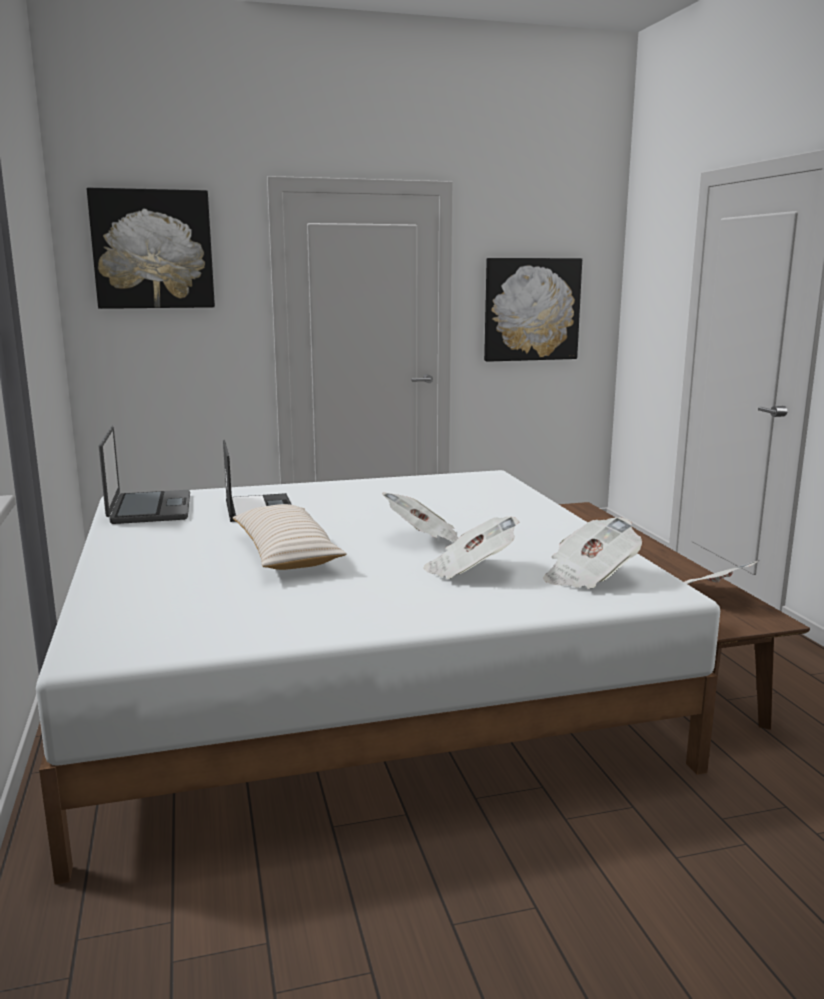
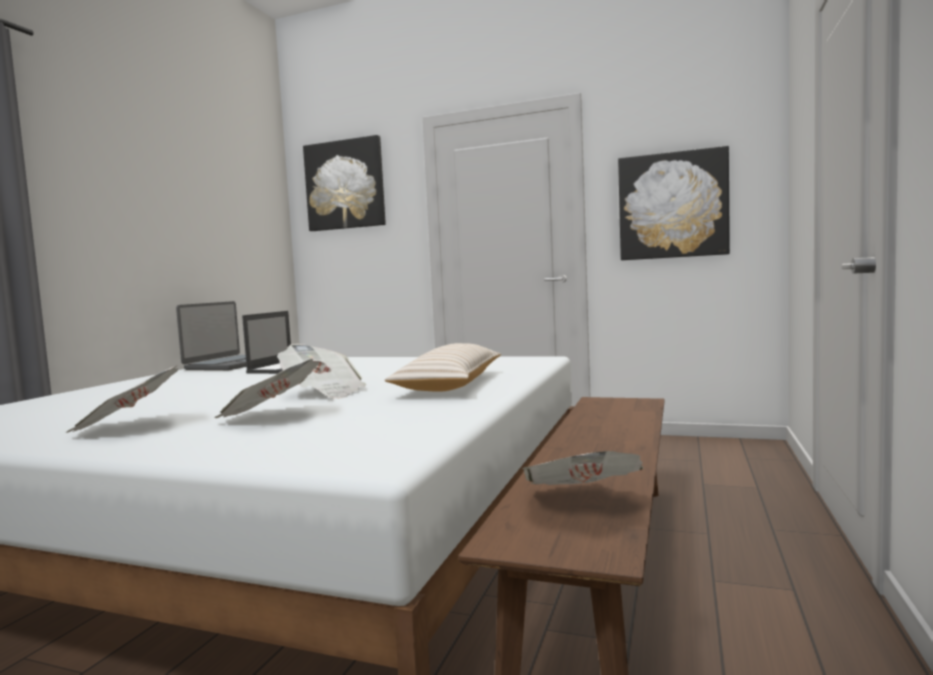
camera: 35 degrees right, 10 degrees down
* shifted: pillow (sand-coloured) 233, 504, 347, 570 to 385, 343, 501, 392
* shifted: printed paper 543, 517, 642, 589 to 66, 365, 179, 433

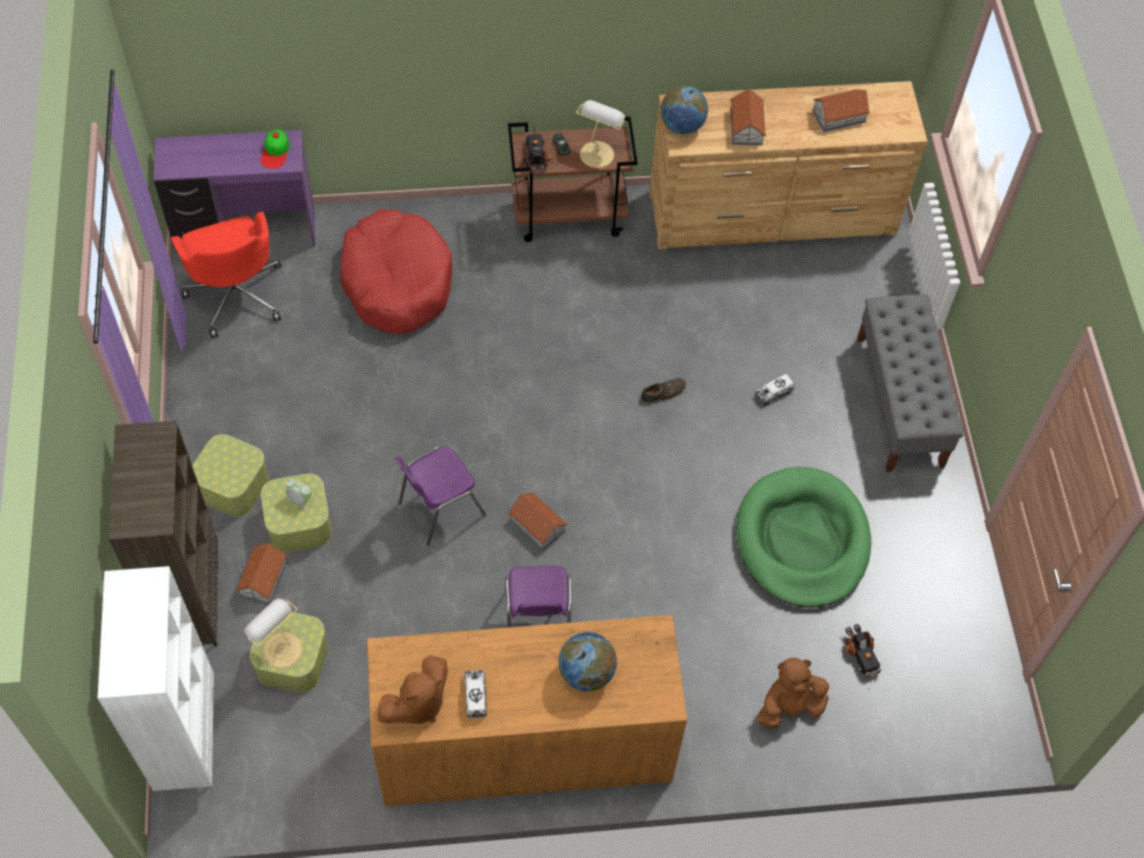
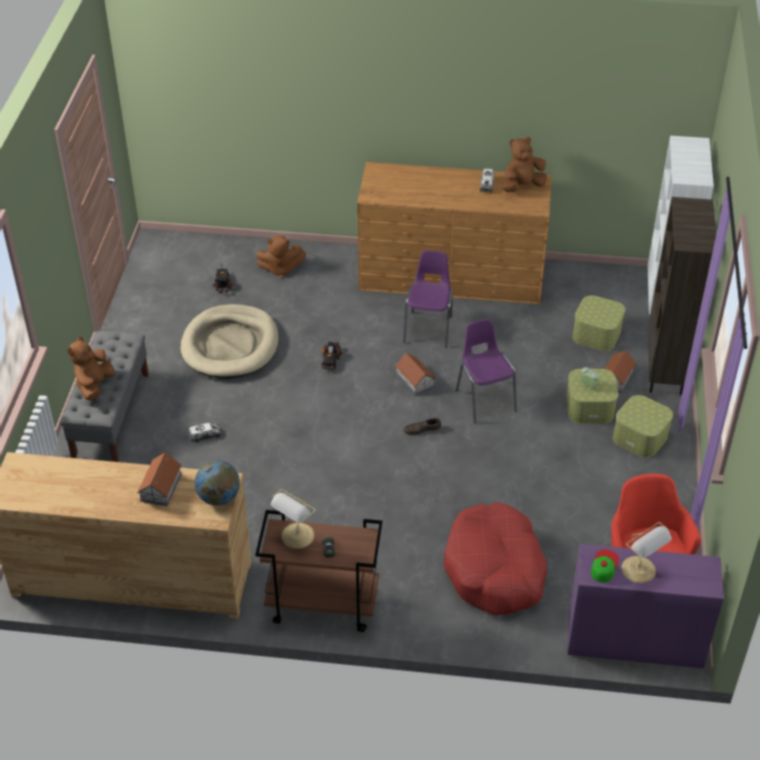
camera: 165 degrees left, 15 degrees down
* gone: toy house 812, 89, 870, 132
* shifted: model truck 522, 127, 551, 174 to 321, 341, 343, 370
* shifted: shoe (brownish) 641, 378, 686, 403 to 403, 418, 441, 436
* rotated: upright chair (purple) 395, 446, 486, 546 = 456, 319, 517, 424 90 degrees counterclockwise
* repainted: pet bed (greenish) 736, 467, 871, 607 to pet bed (sand-coloured) 180, 304, 279, 379
* shifted: tabletop lamp 244, 599, 302, 669 to 621, 522, 672, 583
* gone: world globe 559, 632, 617, 691
* new: cuddly toy (brownish) 68, 337, 115, 400

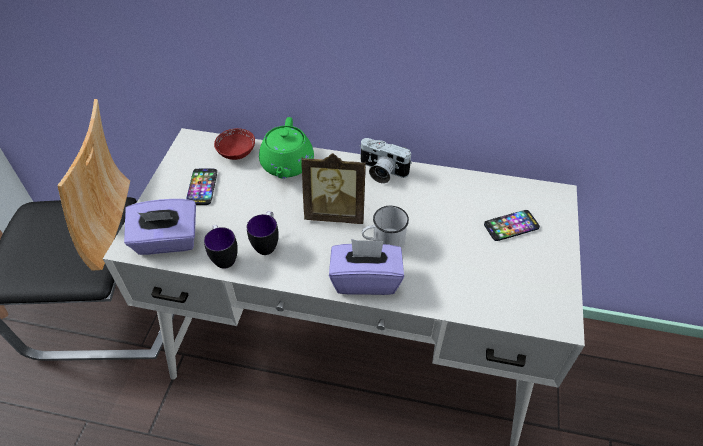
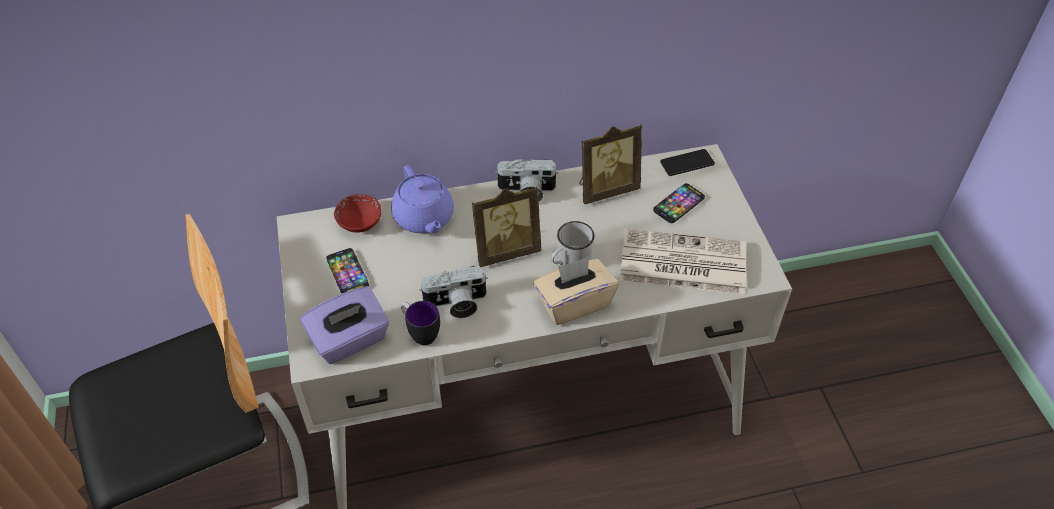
camera: 25 degrees left, 0 degrees up
* repainted: pot for tea (greenish) 259, 117, 314, 179 to pot for tea (purple) 391, 165, 454, 234
* swapped: coffee mug 247, 211, 279, 255 to photo camera 419, 266, 488, 318
* repainted: tissue holder (purple) 329, 239, 404, 295 to tissue holder (sand-coloured) 533, 257, 619, 325
* new: photo frame 579, 124, 642, 204
* new: handset 660, 149, 715, 176
* new: printed paper 619, 229, 746, 295

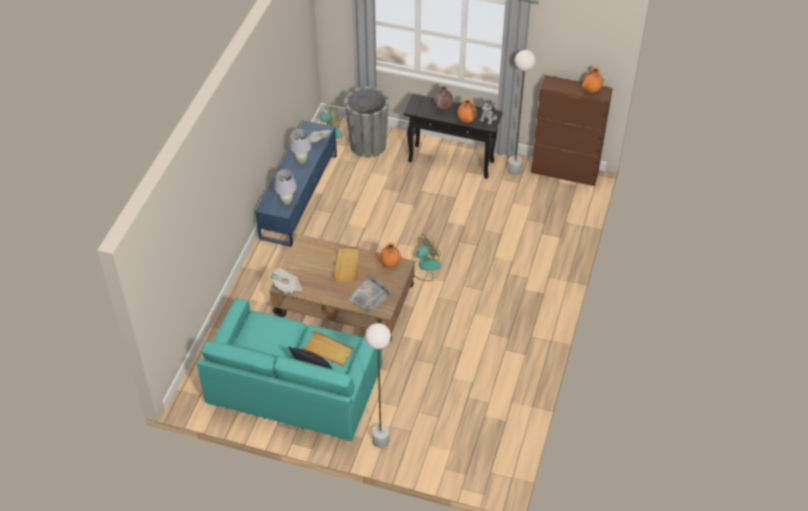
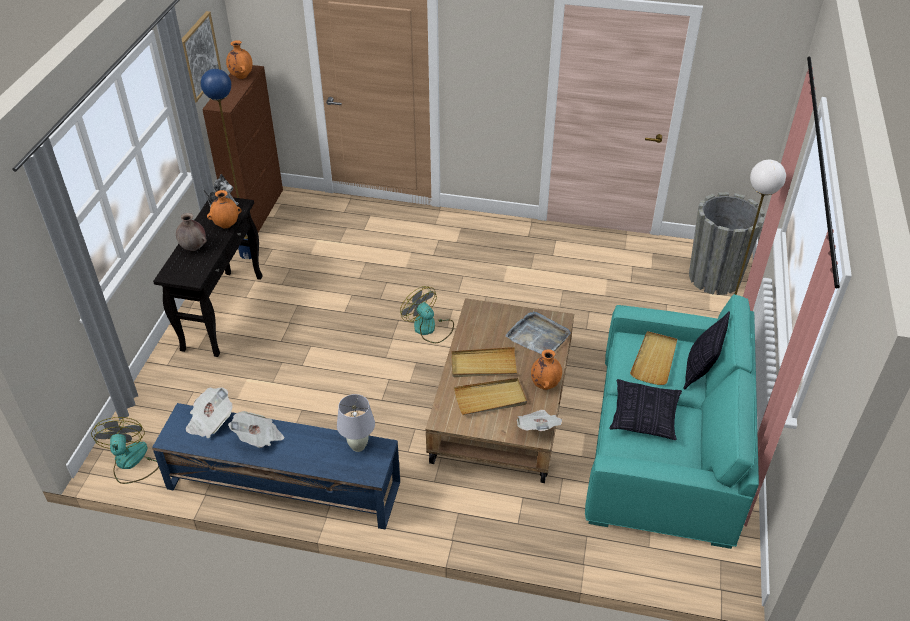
camera: 95 degrees left, 5 degrees down
* repainted: standing lamp (white-coloured) 508, 50, 536, 176 to standing lamp (blue) 201, 69, 252, 259
* shifted: plant pot (greyish) 345, 86, 389, 158 to 689, 192, 765, 295
* swapped: tabletop lamp (white-coloured) 290, 129, 311, 164 to printed paper 228, 411, 284, 448
* shifted: flower vase (orangey) 378, 243, 403, 268 to 531, 349, 562, 390
* new: picture 182, 11, 221, 102
* new: carrying tray (sand-coloured) 454, 378, 527, 415
* new: pillow 609, 379, 682, 440

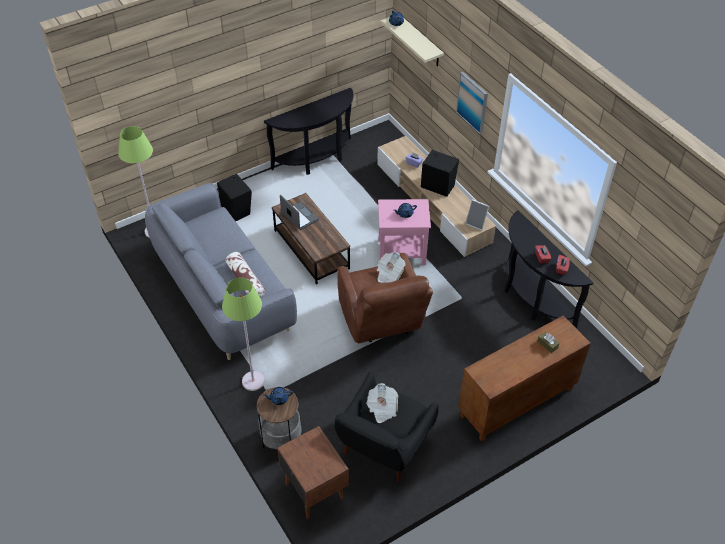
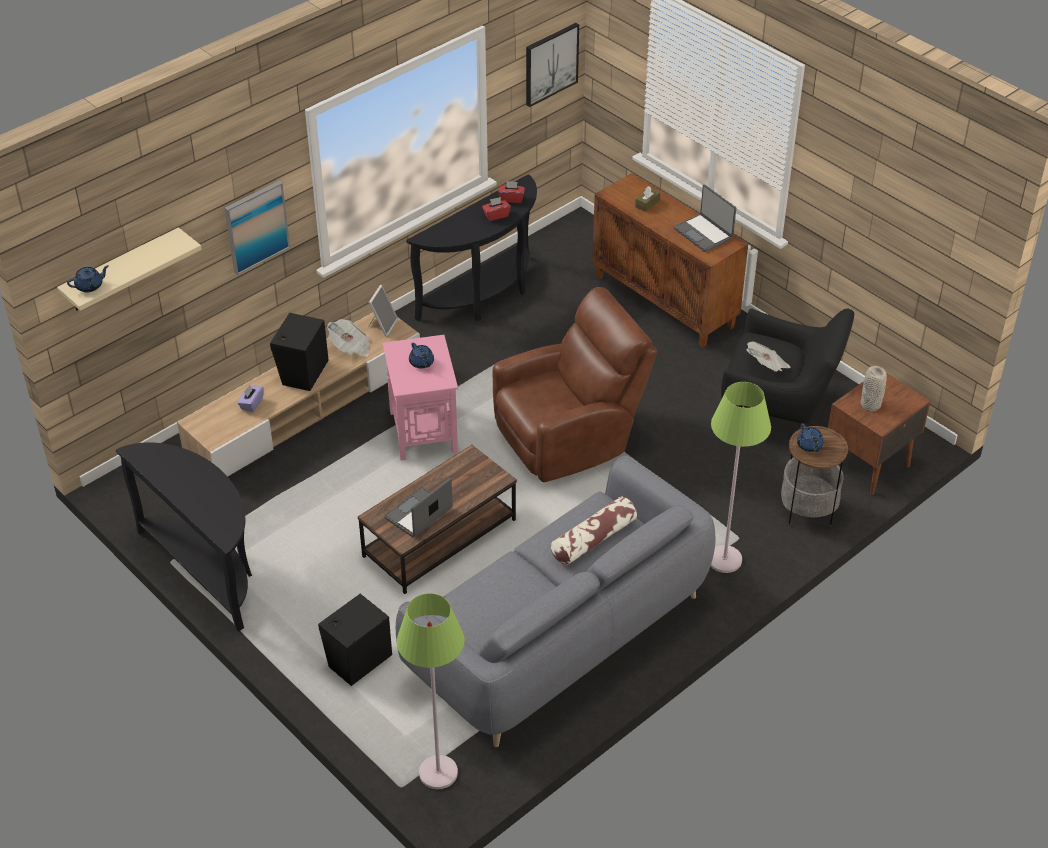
camera: 100 degrees left, 5 degrees down
* shifted: printed paper 377, 252, 406, 283 to 327, 319, 370, 357
* new: picture 526, 23, 579, 107
* new: notebook computer 674, 184, 736, 252
* new: flower vase (greyish) 861, 366, 887, 411

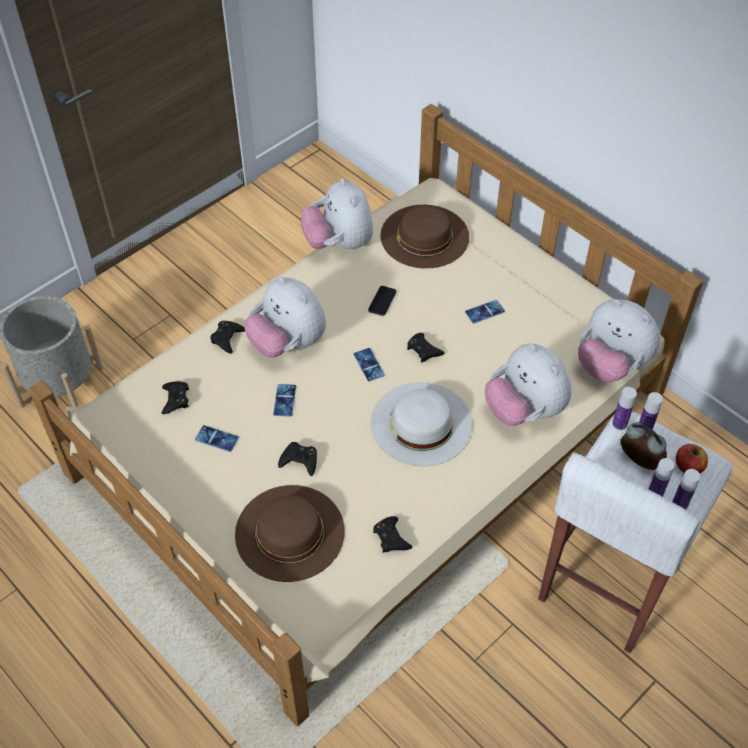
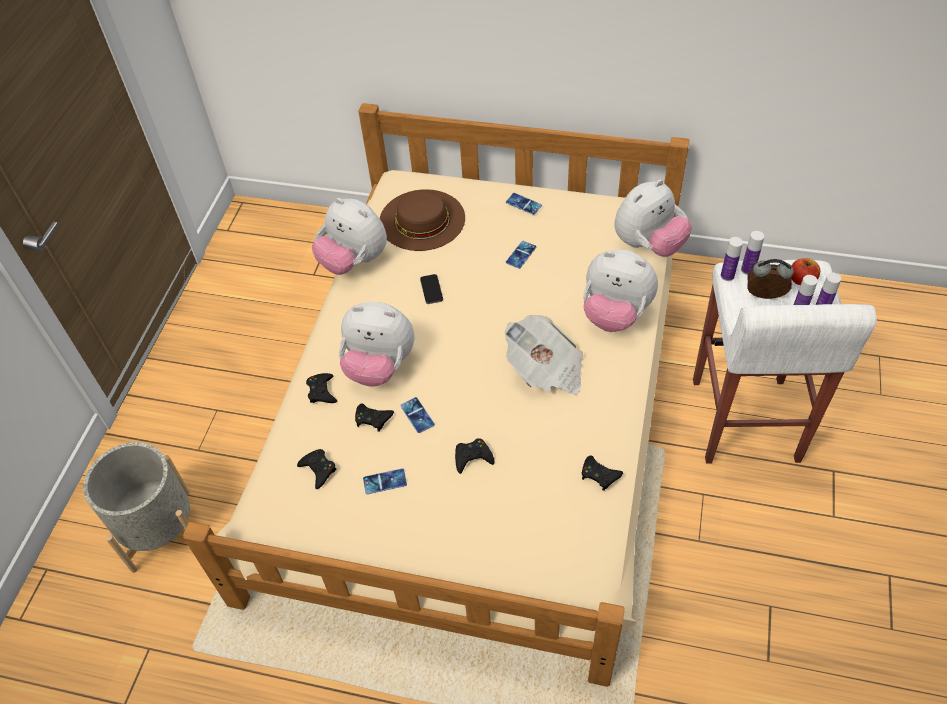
camera: 30 degrees left, 0 degrees up
* rotated: cuddly toy 578, 299, 660, 382 = 614, 179, 692, 257 45 degrees counterclockwise
* shifted: joypad (blackish) 407, 333, 444, 362 to 355, 403, 394, 432
* shifted: handset 354, 348, 385, 382 to 506, 193, 542, 215
* swapped: wearable hat (white-coloured) 371, 382, 473, 467 to printed paper 505, 315, 583, 395
* gone: wearable hat (brownish) 235, 485, 345, 582

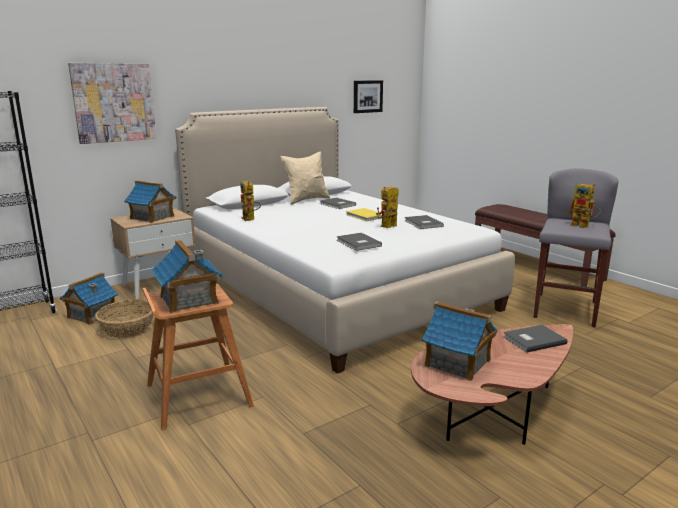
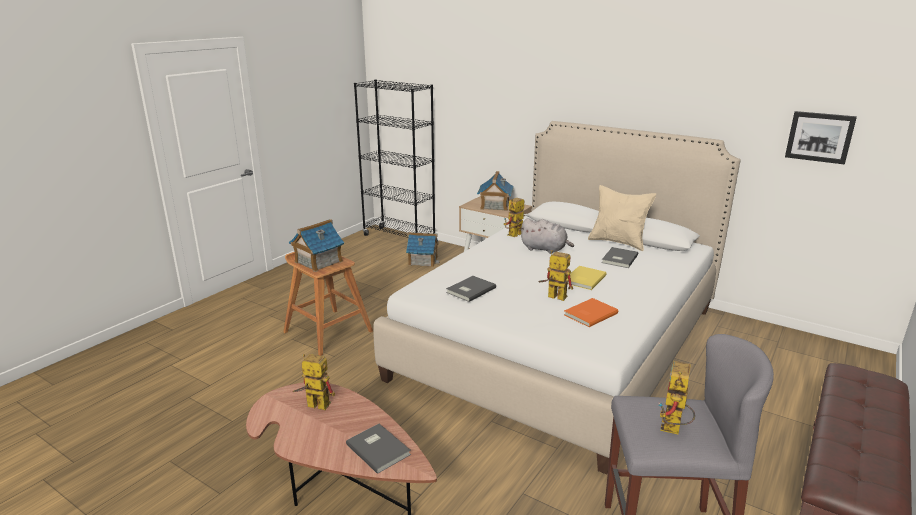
camera: 70 degrees right, 5 degrees up
* gone: picture 68, 63, 156, 144
* repainted: bound book (greyish) 404, 215, 444, 229 to bound book (orangey) 564, 298, 618, 327
* gone: storage basket 95, 300, 154, 338
* swapped: toy house 422, 302, 498, 381 to model robot 293, 354, 335, 410
* new: cuddly toy (greyish) 520, 218, 574, 254

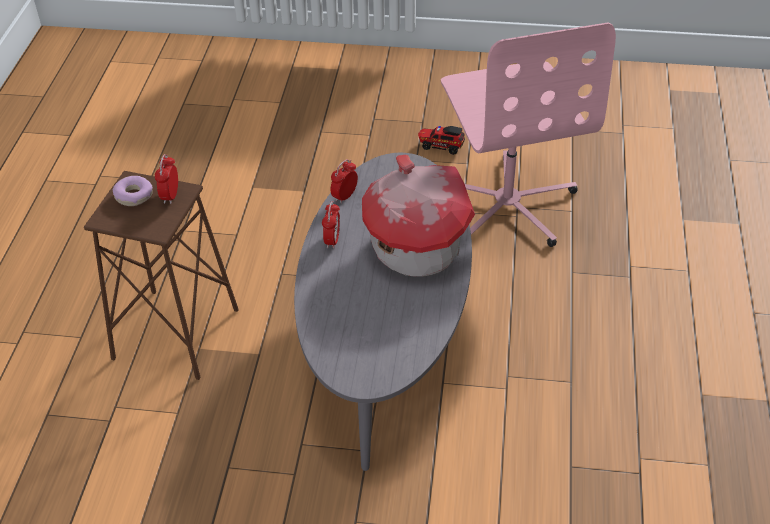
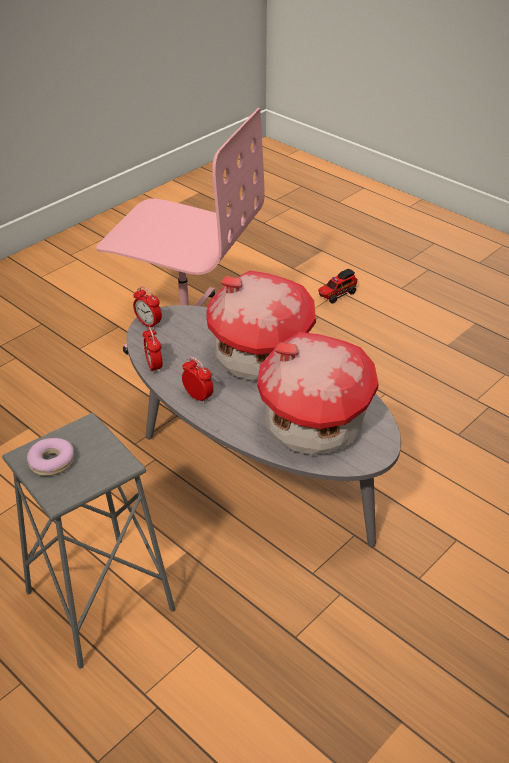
camera: 55 degrees left, 5 degrees down
* shifted: model truck 418, 126, 465, 155 to 318, 269, 357, 304
* shifted: table clock 155, 154, 178, 204 to 133, 286, 162, 329
* repainted: stool (brownish) 84, 171, 239, 380 to stool (greyish) 2, 413, 175, 669
* new: toy house 257, 332, 379, 455

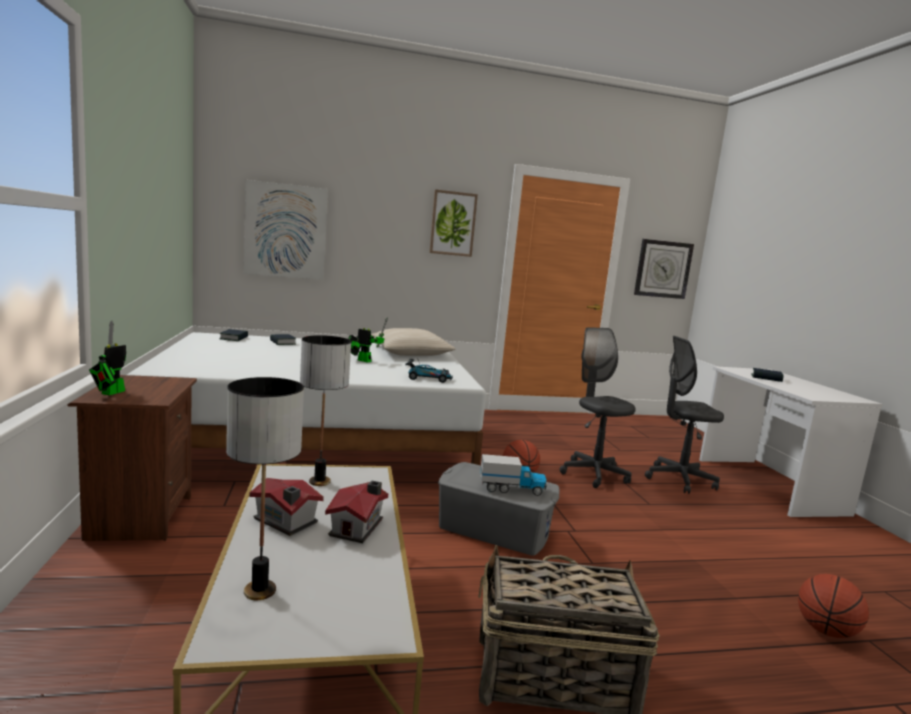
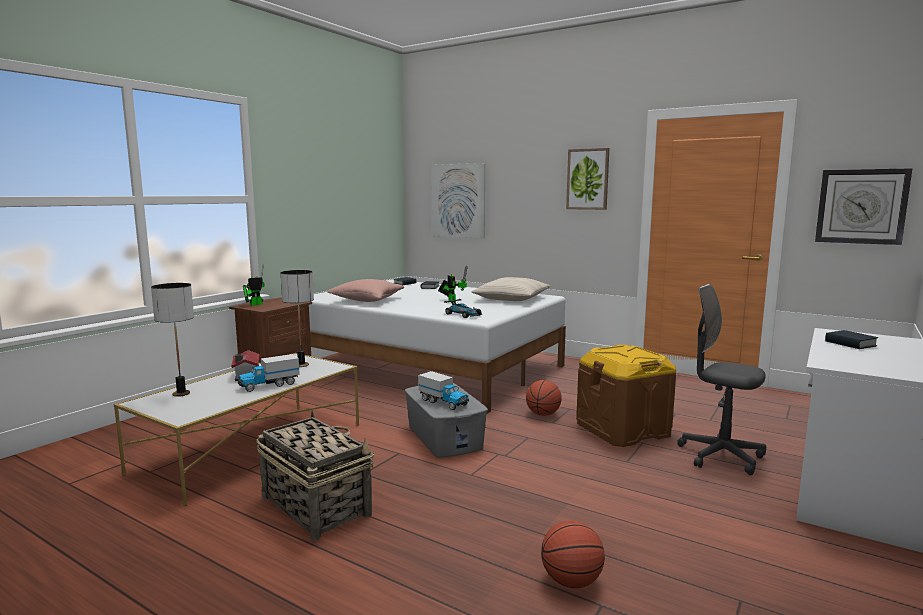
camera: 45 degrees right, 0 degrees up
* swapped: office chair (greyish) 560, 327, 636, 488 to storage box (brownish) 576, 345, 676, 447
* swapped: toy house 325, 481, 388, 543 to model truck 237, 354, 300, 392
* new: pillow (pink-coloured) 327, 279, 404, 302

